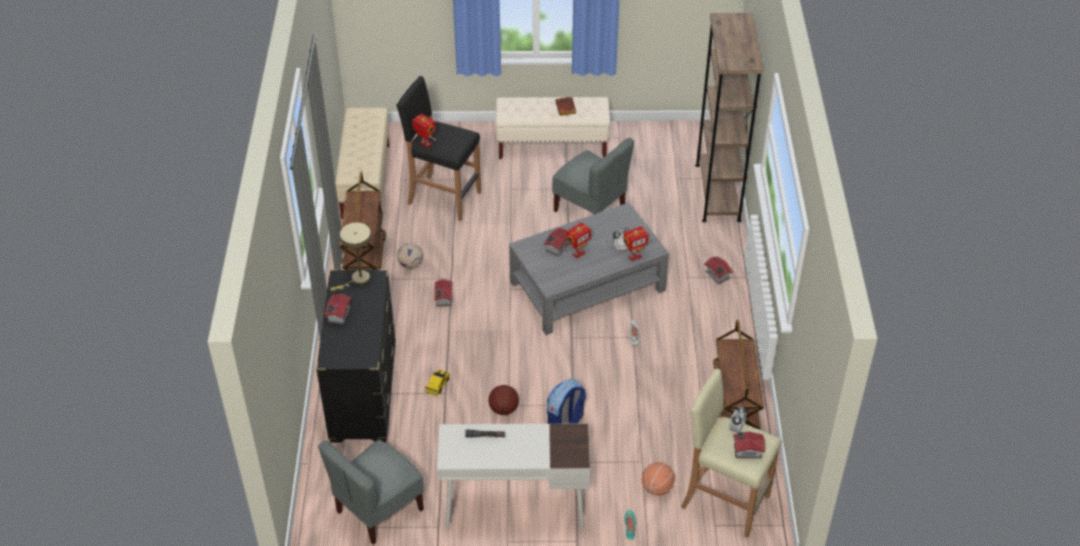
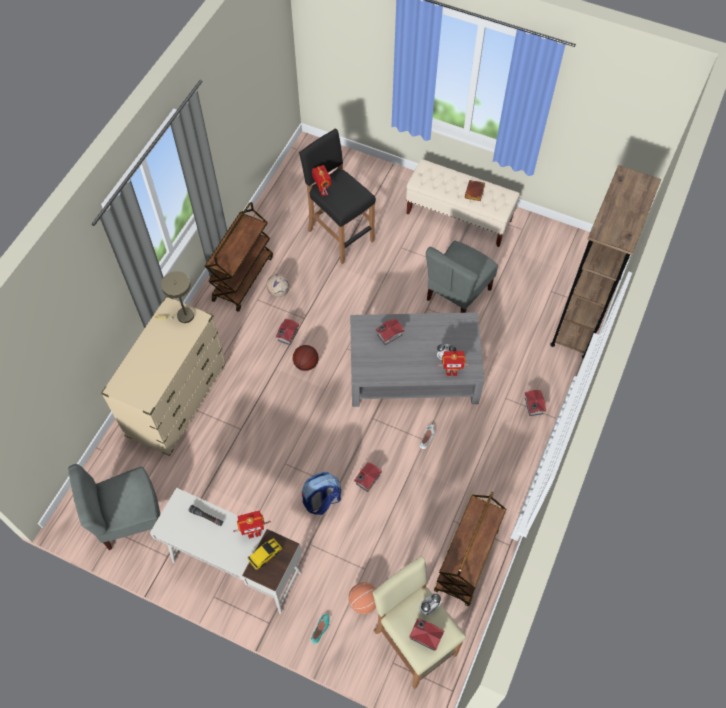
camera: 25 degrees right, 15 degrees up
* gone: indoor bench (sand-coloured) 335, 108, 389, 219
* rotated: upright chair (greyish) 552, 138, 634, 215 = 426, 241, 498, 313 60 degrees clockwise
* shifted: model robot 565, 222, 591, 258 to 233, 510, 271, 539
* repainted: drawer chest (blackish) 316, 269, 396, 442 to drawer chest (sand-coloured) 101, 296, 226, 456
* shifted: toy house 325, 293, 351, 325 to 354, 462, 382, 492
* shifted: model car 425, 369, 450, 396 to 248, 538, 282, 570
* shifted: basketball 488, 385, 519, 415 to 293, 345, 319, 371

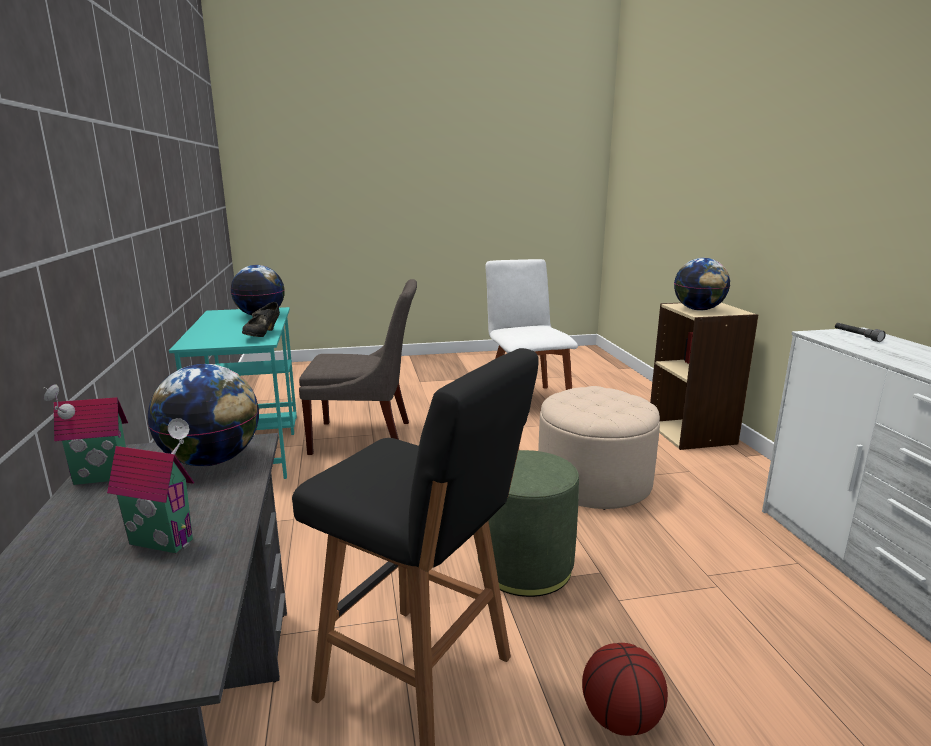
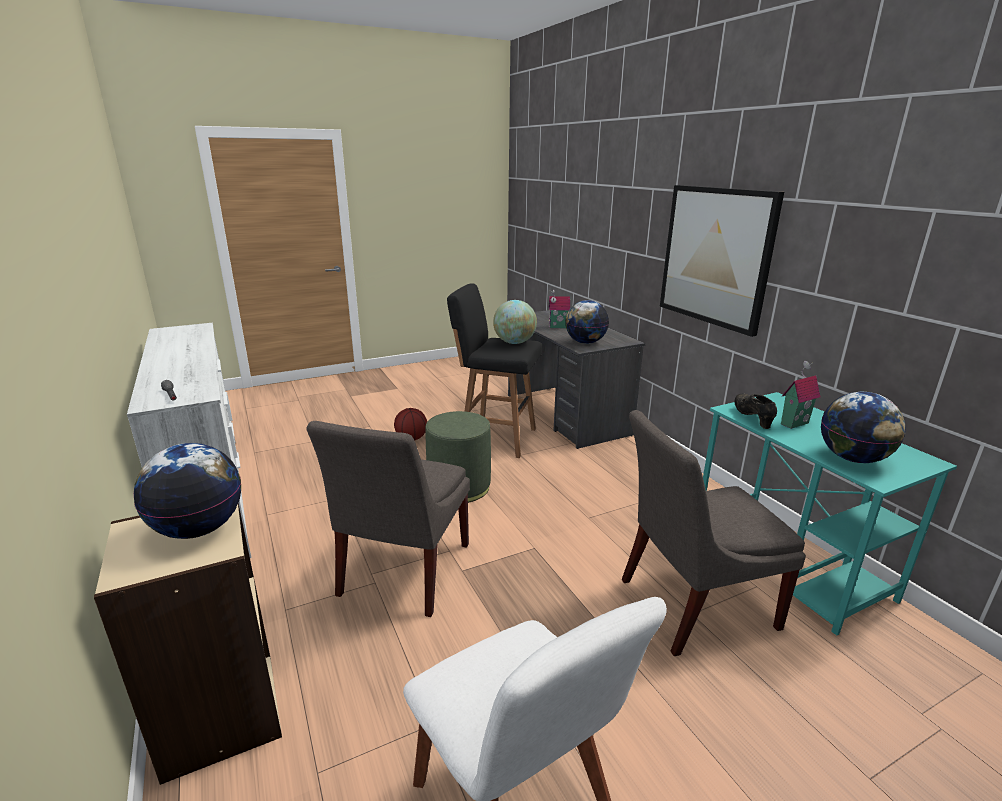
camera: 165 degrees right, 5 degrees up
* shifted: toy house 43, 385, 128, 485 to 781, 361, 820, 429
* swapped: ottoman (sand-coloured) 538, 386, 660, 510 to upright chair (greyish) 306, 421, 470, 617
* new: picture 660, 185, 784, 337
* new: world globe 493, 300, 537, 344

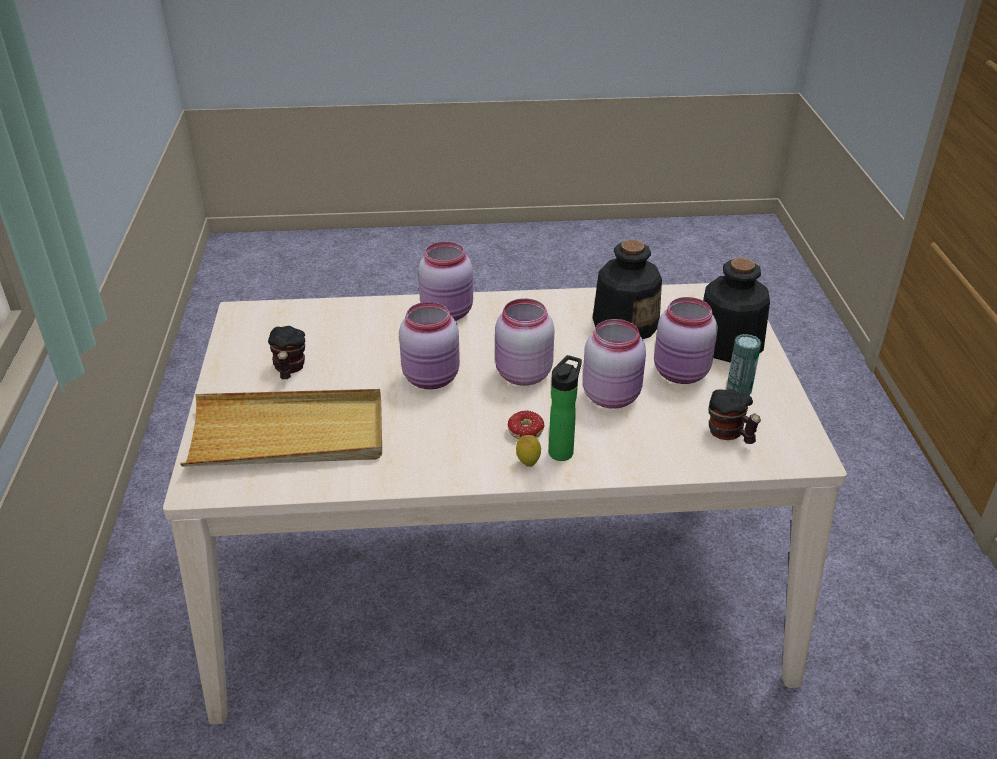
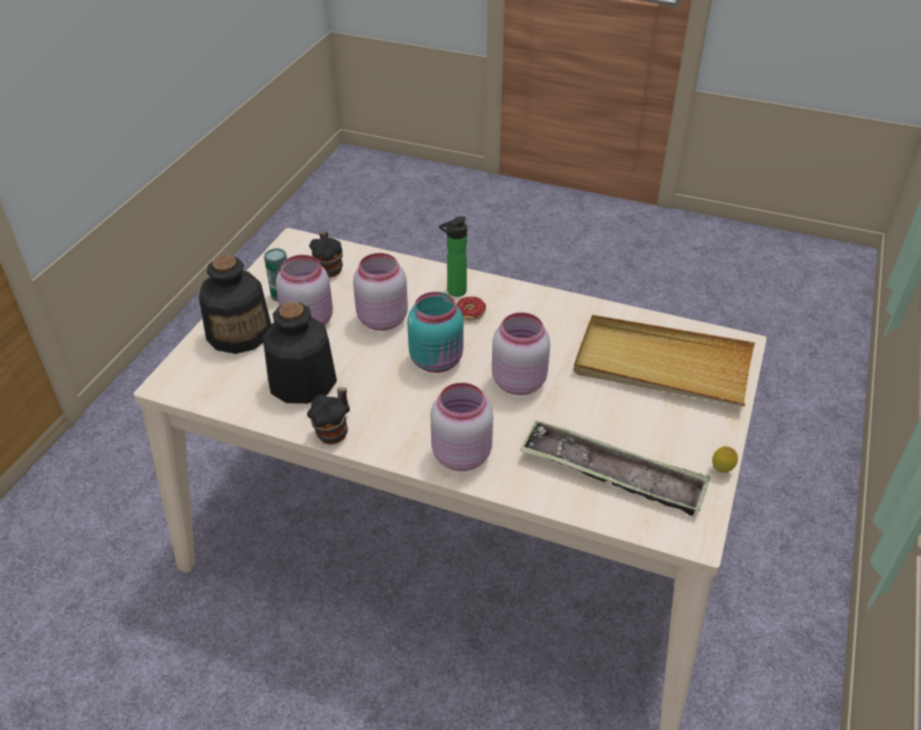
camera: 155 degrees left, 5 degrees up
* repainted: jar (pink-coloured) 495, 298, 554, 386 to jar (blue-green) 407, 292, 464, 373
* shifted: coffee mug 268, 326, 305, 379 to 307, 387, 350, 445
* shifted: citrus fruit 516, 435, 541, 467 to 712, 446, 738, 473
* new: carrying tray 520, 420, 711, 516

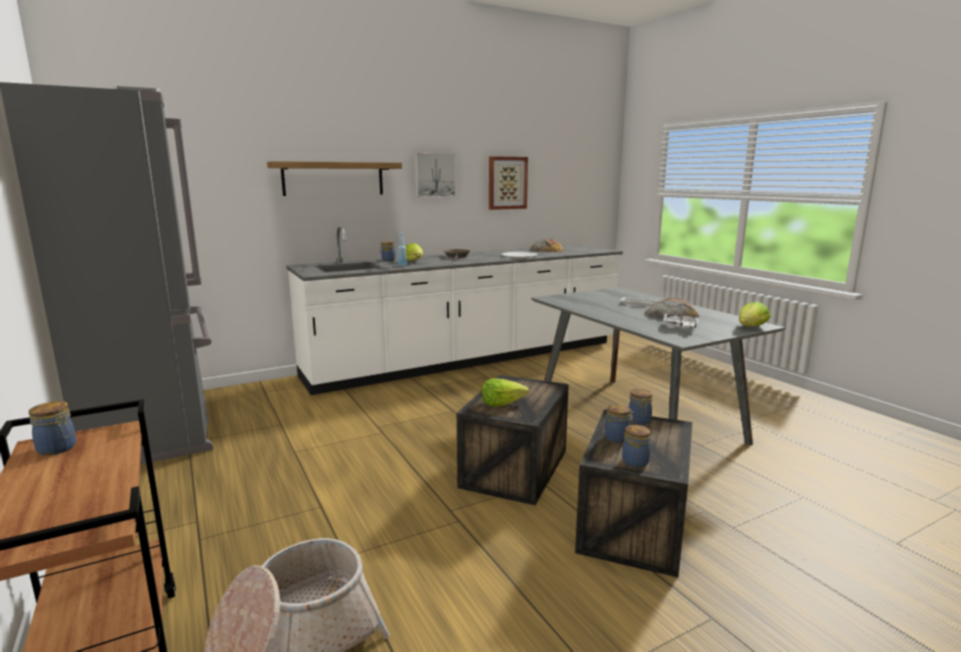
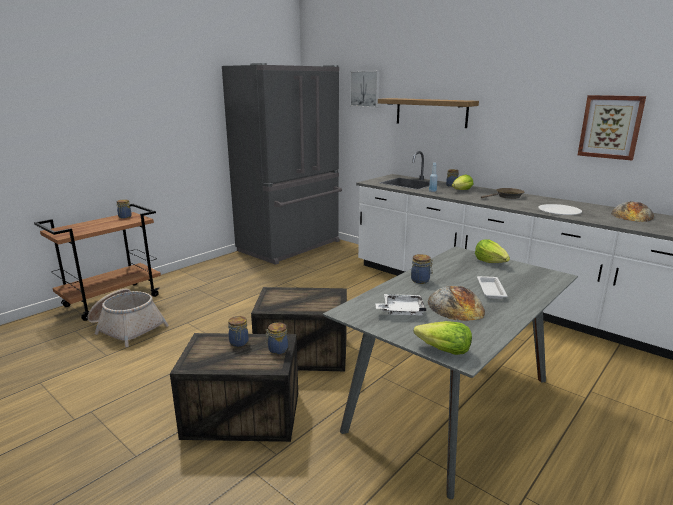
camera: 70 degrees right, 5 degrees up
* shifted: picture 415, 153, 456, 197 to 350, 71, 380, 108
* shifted: lettuce 481, 378, 529, 407 to 475, 239, 510, 263
* shifted: jar 622, 425, 651, 468 to 411, 254, 433, 284

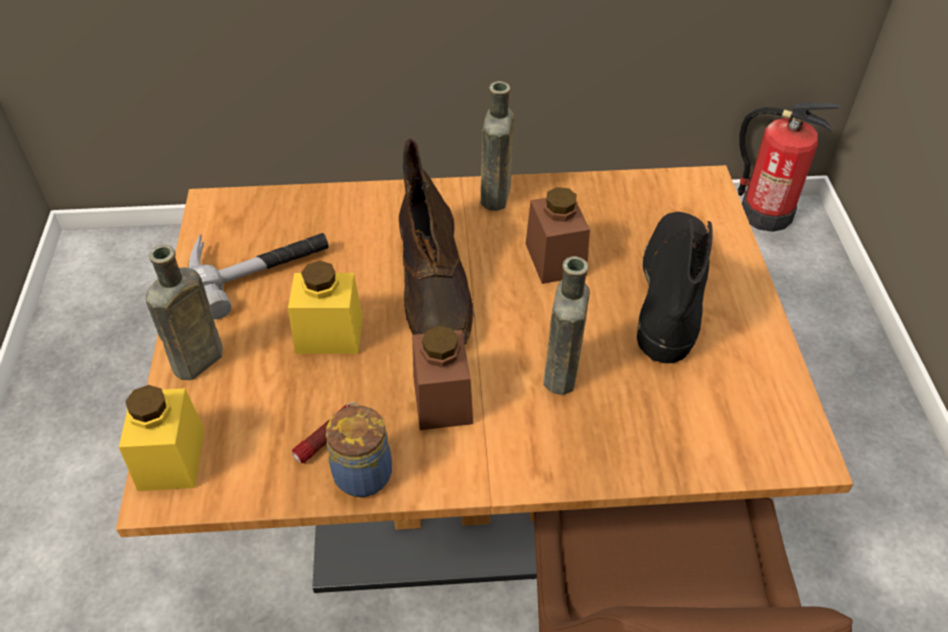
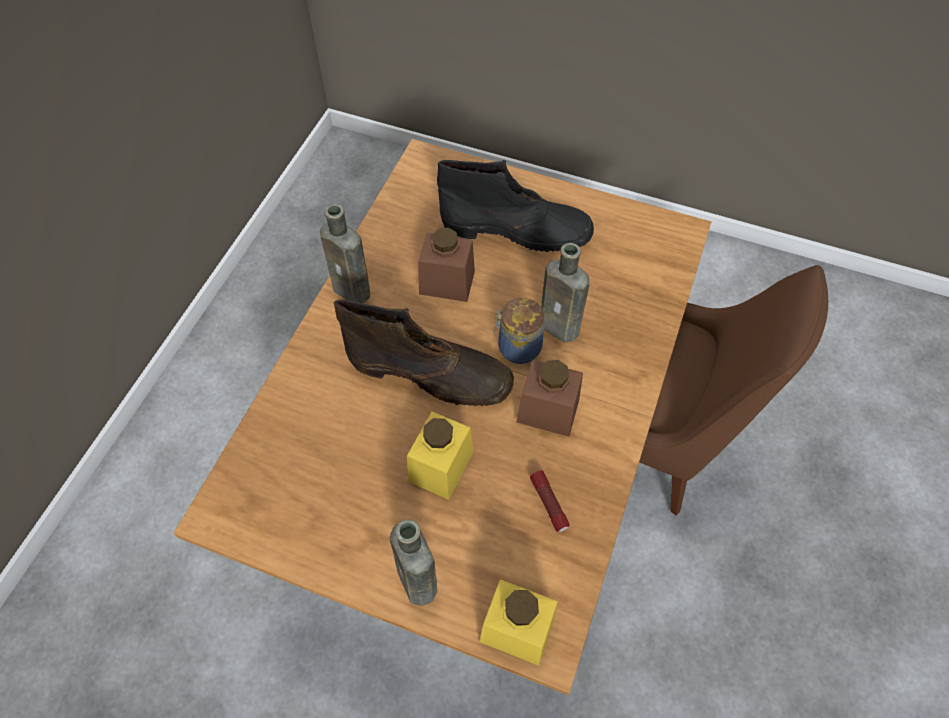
camera: 65 degrees left, 10 degrees up
* gone: extinguisher 738, 103, 841, 232
* rotated: boot (blackish) 637, 212, 713, 363 = 437, 160, 594, 252 150 degrees clockwise
* gone: hand hammer 189, 233, 329, 319
* shifted: jar 326, 402, 392, 497 to 493, 298, 544, 364

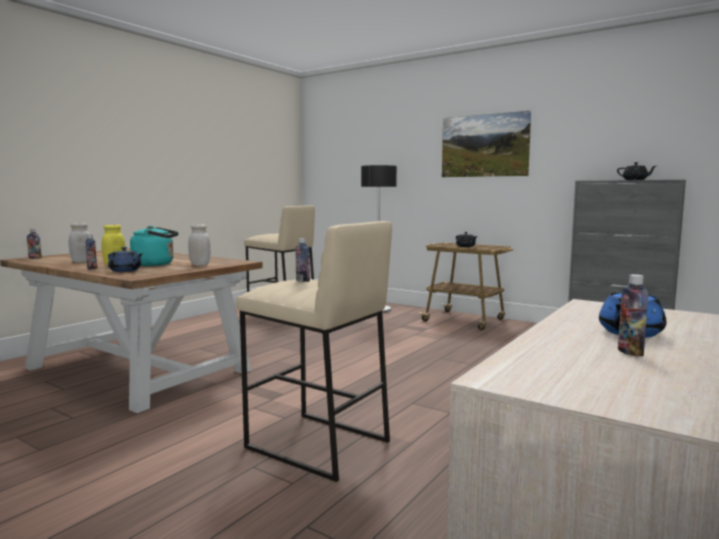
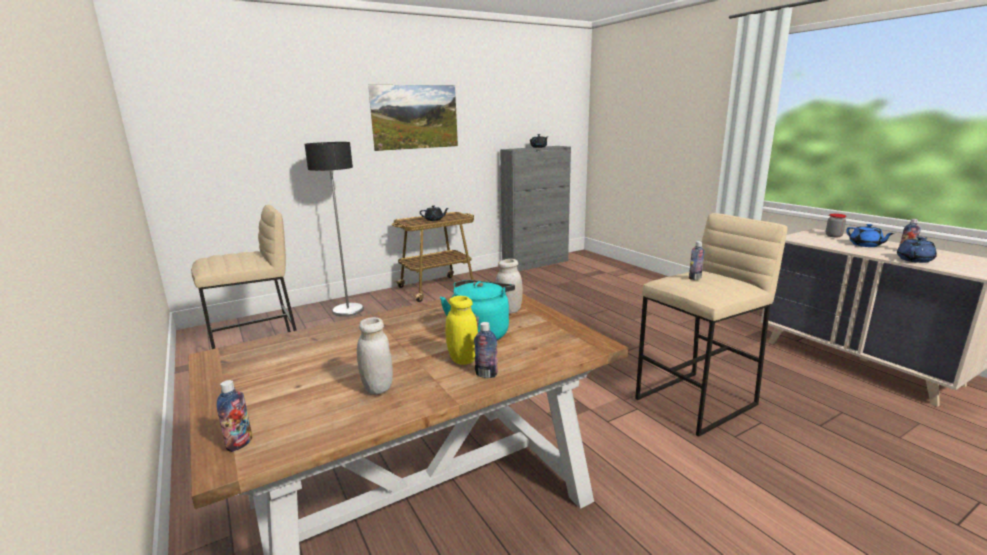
camera: 65 degrees left, 10 degrees up
* shifted: pot for tea (blue) 108, 247, 143, 272 to 897, 237, 937, 263
* new: jar 826, 214, 846, 237

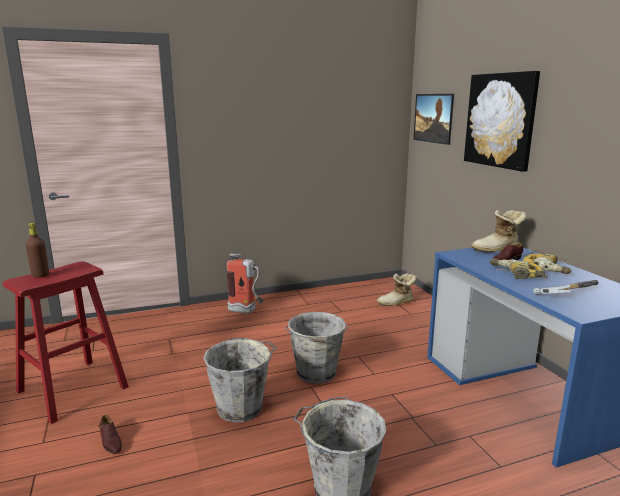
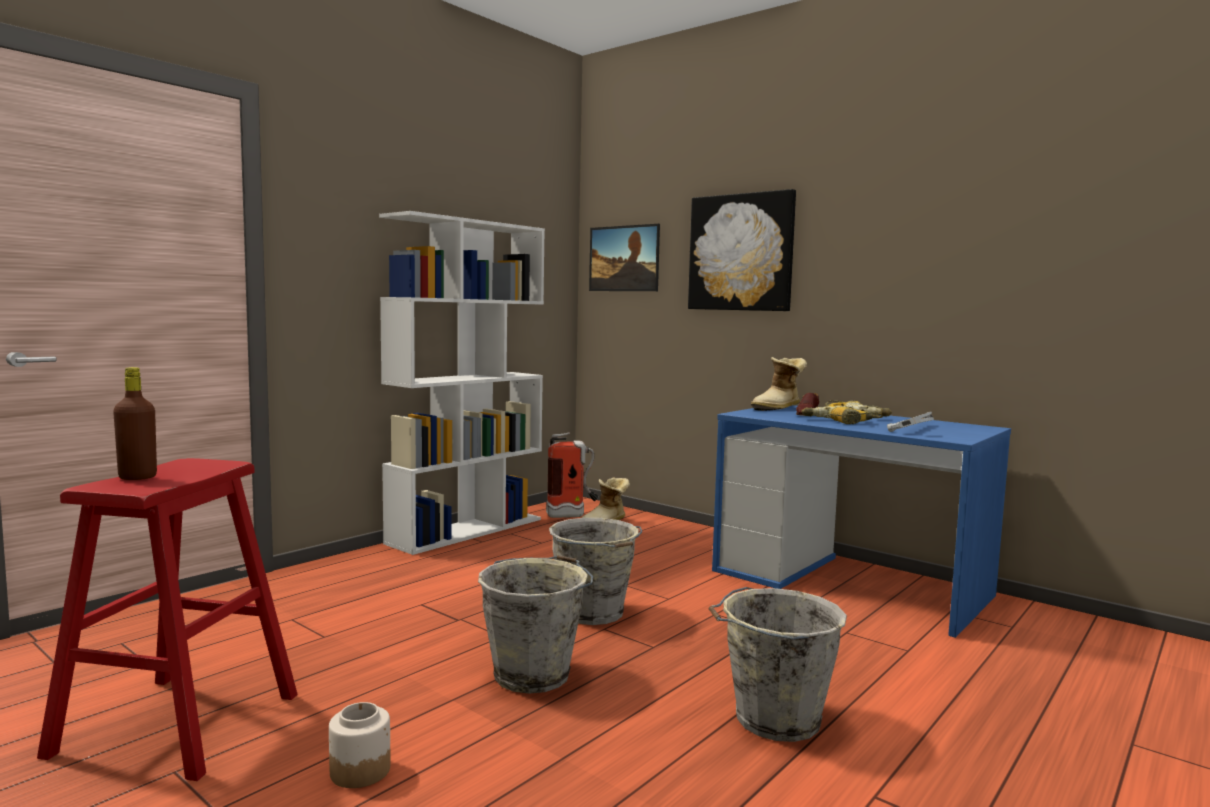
camera: 30 degrees left, 10 degrees down
* shifted: extinguisher 227, 253, 264, 314 to 546, 432, 599, 518
* swapped: shoe (brownish) 99, 415, 122, 454 to jar 329, 702, 391, 788
* new: bookshelf (white-coloured) 379, 211, 545, 555

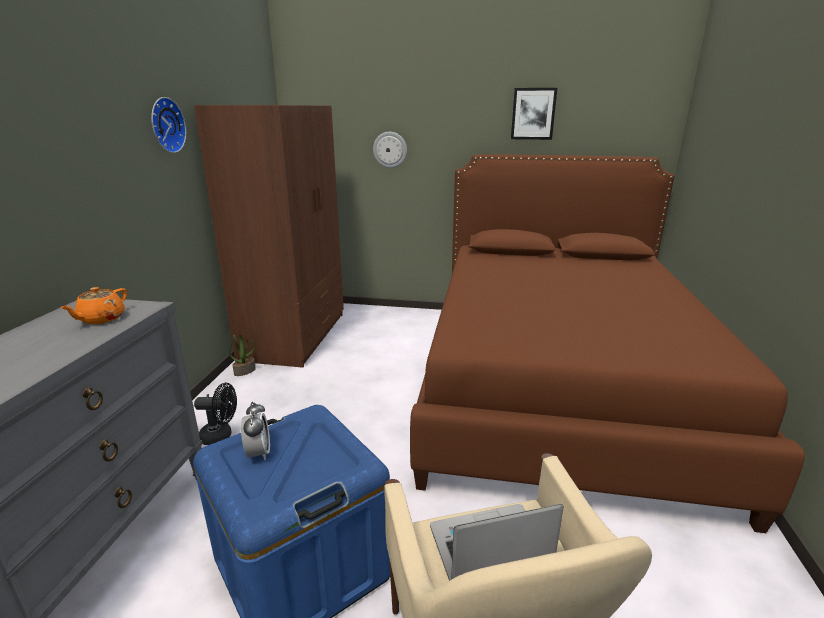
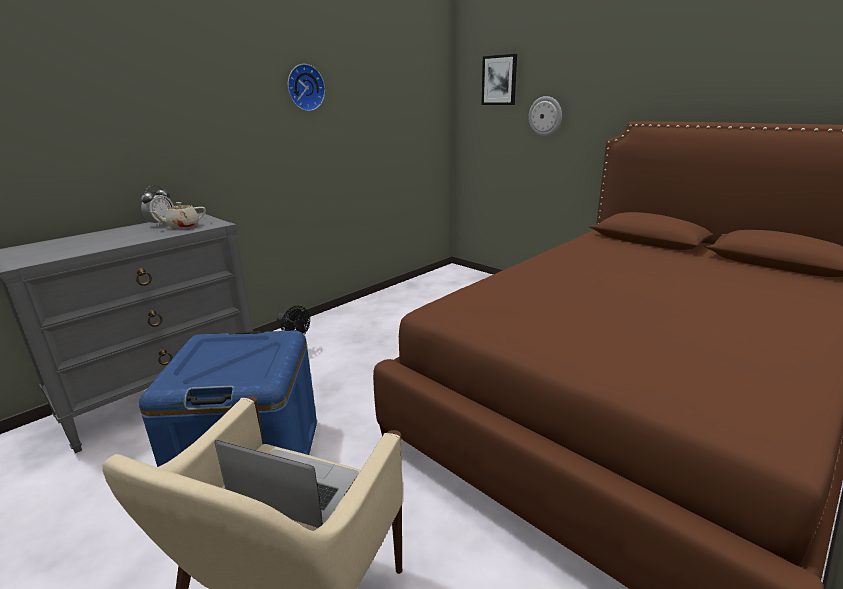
camera: 35 degrees right, 0 degrees up
* shifted: picture 511, 88, 557, 140 to 482, 54, 517, 105
* gone: wardrobe (brownish) 194, 105, 344, 368
* repainted: pot for tea (orangey) 60, 287, 127, 324 to pot for tea (sand-coloured) 149, 202, 206, 229
* gone: houseplant 229, 334, 256, 376
* shifted: table clock 241, 402, 270, 460 to 141, 185, 174, 226

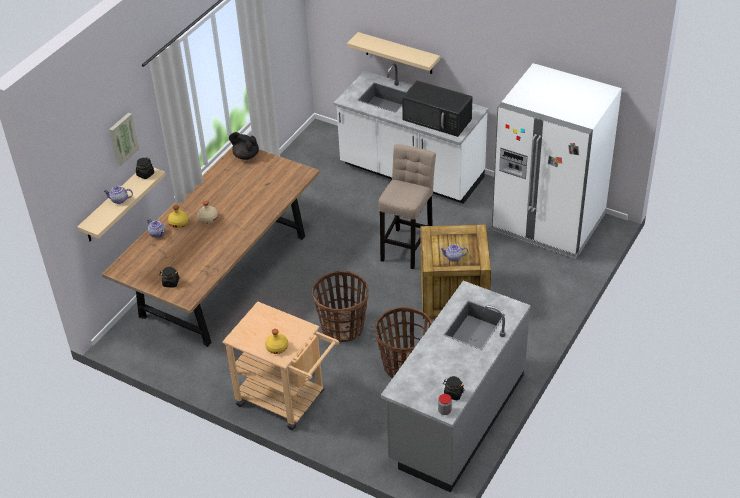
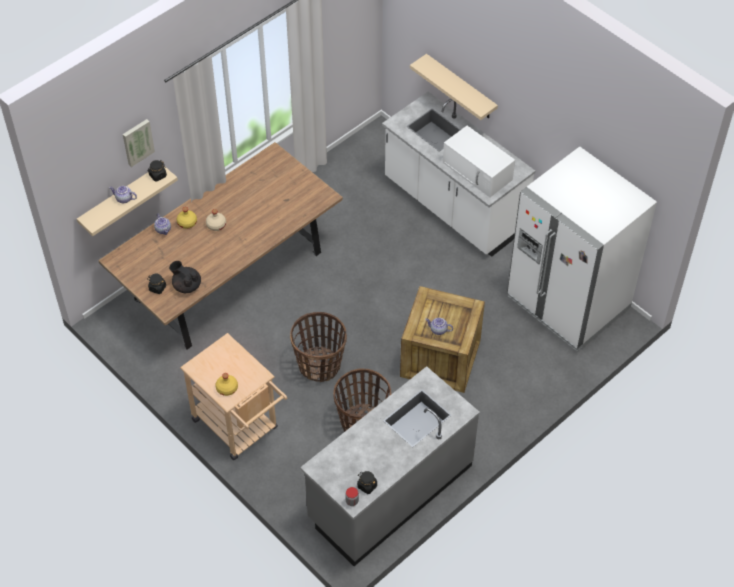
camera: 15 degrees right, 10 degrees up
* repainted: kitchen microwave (blackish) 402, 80, 473, 137 to kitchen microwave (white-coloured) 443, 125, 515, 197
* shifted: pot for tea (blackish) 229, 132, 259, 160 to 169, 261, 201, 293
* gone: stool (sand-coloured) 378, 144, 436, 269

